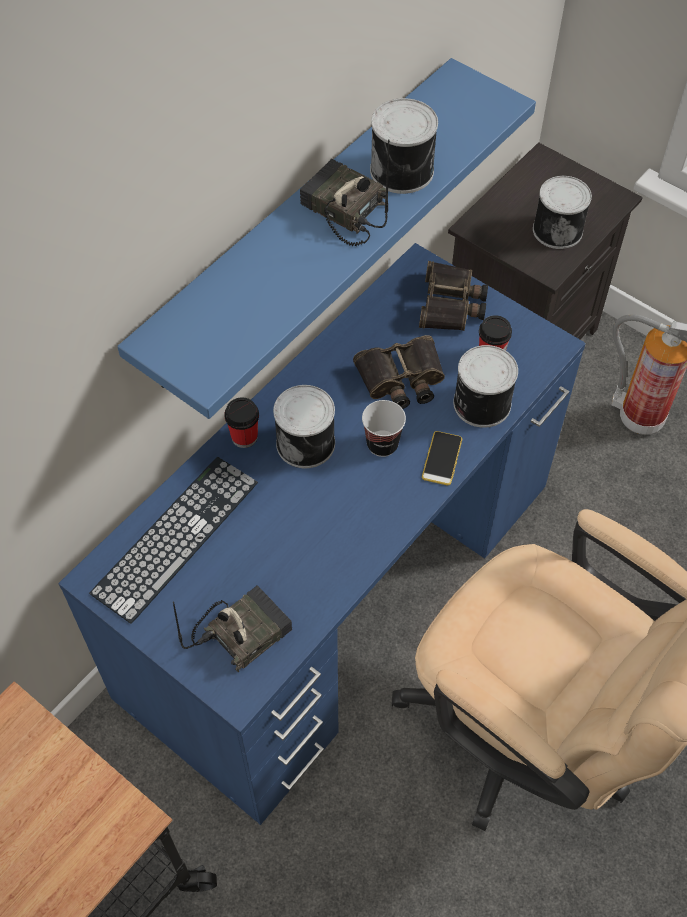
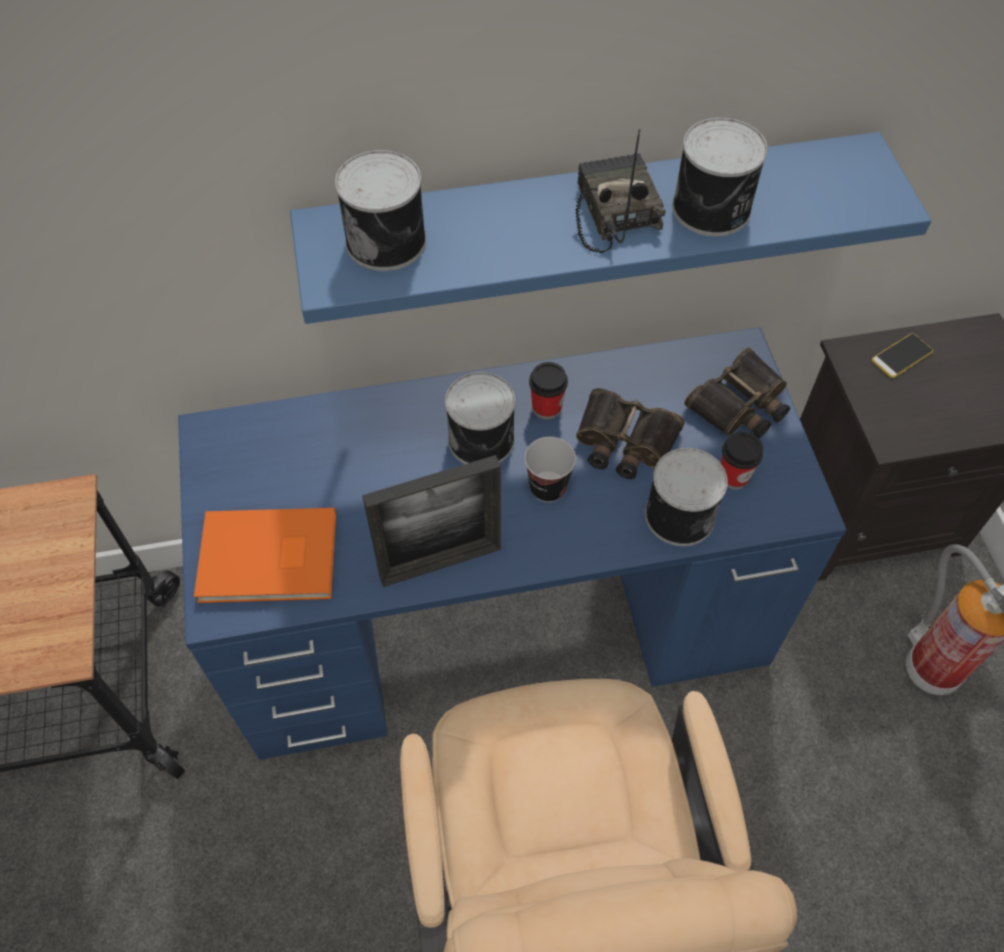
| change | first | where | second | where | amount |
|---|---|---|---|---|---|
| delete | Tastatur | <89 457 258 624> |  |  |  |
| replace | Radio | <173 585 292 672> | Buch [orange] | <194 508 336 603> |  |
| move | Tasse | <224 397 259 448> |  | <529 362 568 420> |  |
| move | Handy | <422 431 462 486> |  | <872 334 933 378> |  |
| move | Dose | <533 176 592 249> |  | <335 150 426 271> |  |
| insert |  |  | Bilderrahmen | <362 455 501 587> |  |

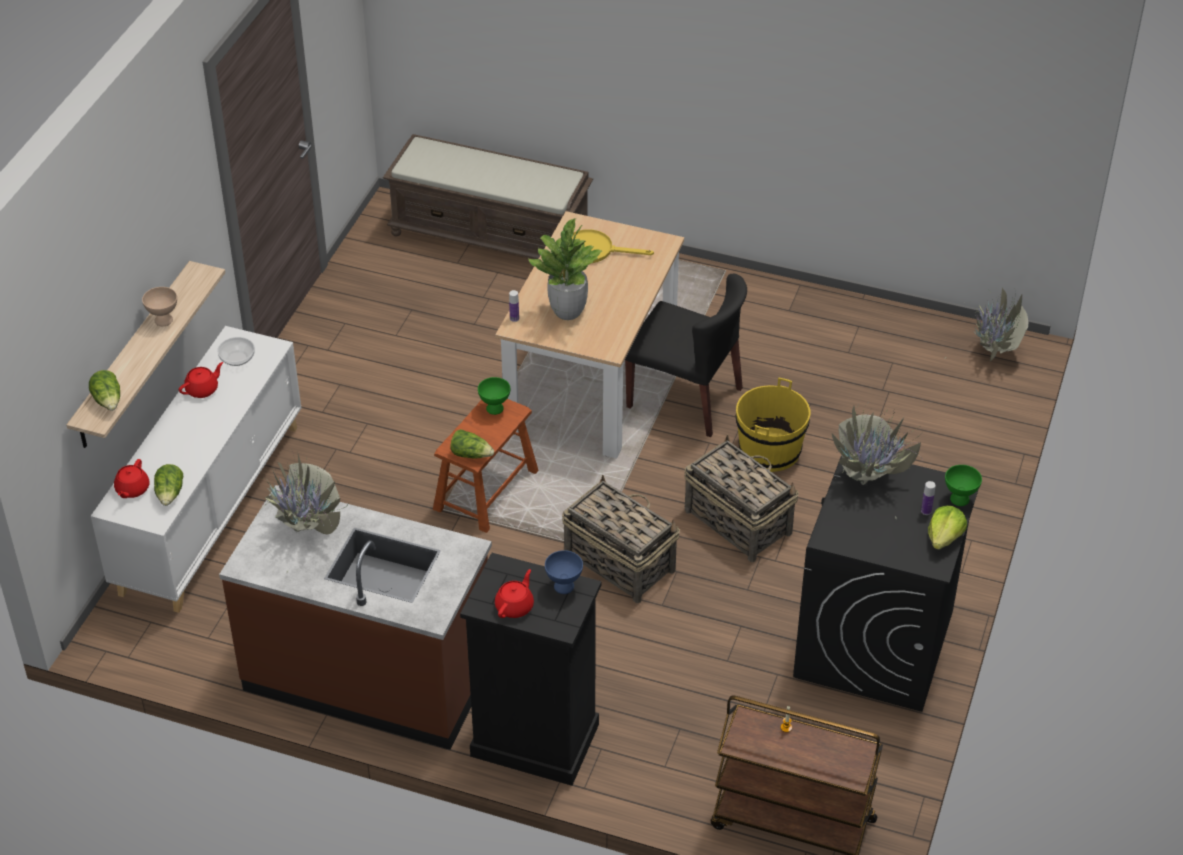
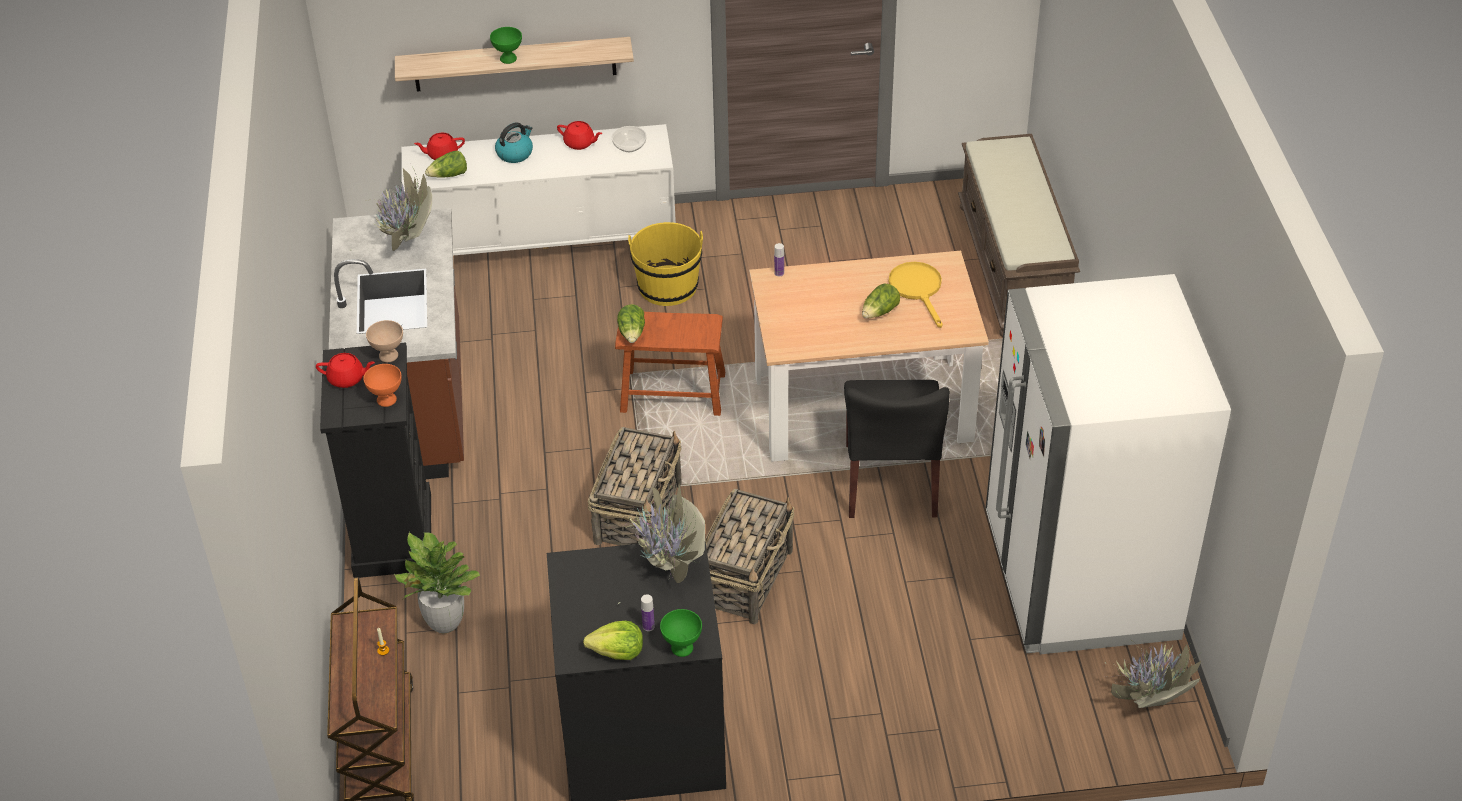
| change | first | where | second | where | amount |
|---|---|---|---|---|---|
| move | Salatkopf | <89 370 120 411> |  | <862 284 900 319> |  |
| move | Schüssel [beige] | <142 287 177 326> |  | <366 320 403 362> |  |
| move | Schüssel [grün] | <478 377 510 415> |  | <490 27 522 64> |  |
| move | Topfpflanze | <528 217 603 320> |  | <394 532 480 633> |  |
| recolor | Schüssel [blau] | <545 550 583 594> | Schüssel [orange] | <363 364 401 407> |  |
| move | Eimer [gelb] | <736 378 810 472> |  | <628 222 703 306> |  |
| insert |  |  | Wasserkessel | <495 122 533 163> |  |
| insert |  |  | Kühlschrank [weiß] | <986 274 1231 654> |  |

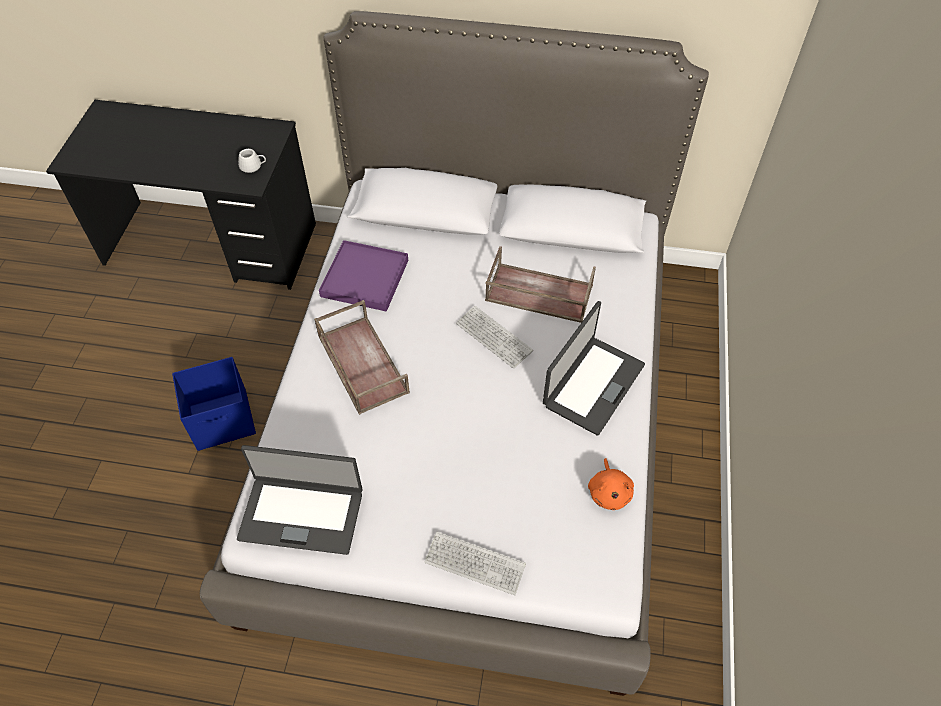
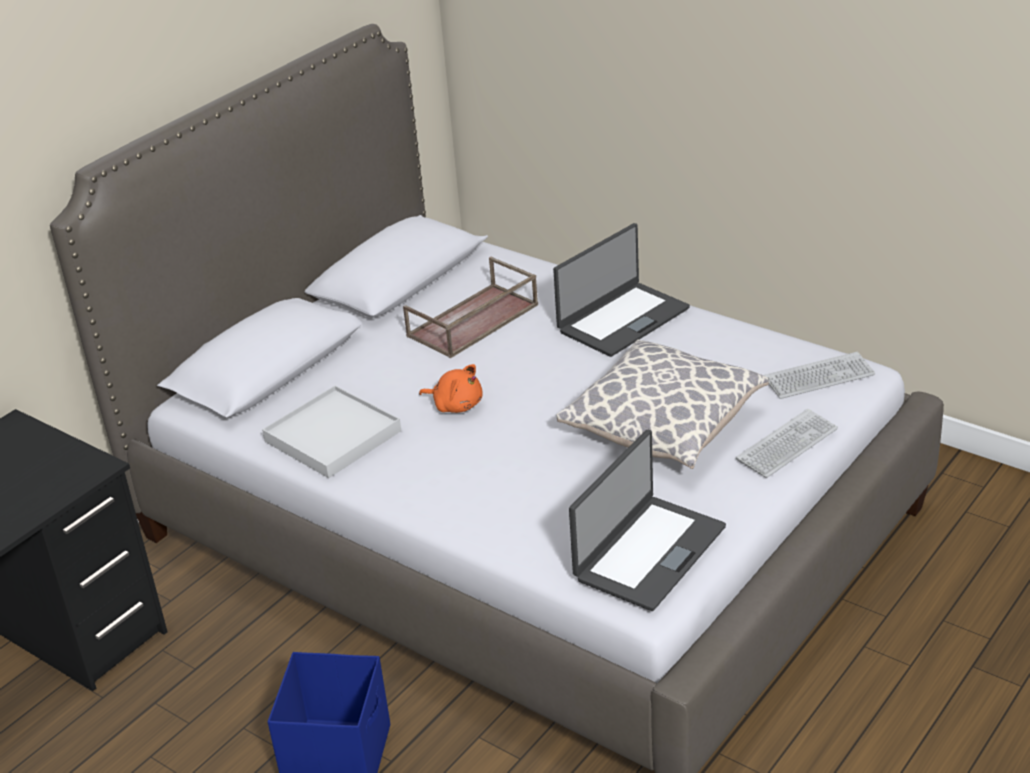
| change | first | where | second | where | amount |
|---|---|---|---|---|---|
| delete | Henkelbecher [weiß] | <238 149 266 173> |  |  |  |
| delete | Tablett [braun] | <314 300 410 415> |  |  |  |
| recolor | Tablett [lila] | <319 240 408 312> | Tablett [weiß] | <262 386 401 478> |  |
| move | Tastatur | <456 306 533 369> |  | <763 352 875 399> |  |
| rotate | Laptop | <543 301 645 436> |  | <553 223 690 357> | 75 degrees clockwise |
| move | Plüschtier [orange] | <588 458 634 510> |  | <419 364 483 413> |  |
| insert |  |  | Kissen | <557 340 769 469> |  |

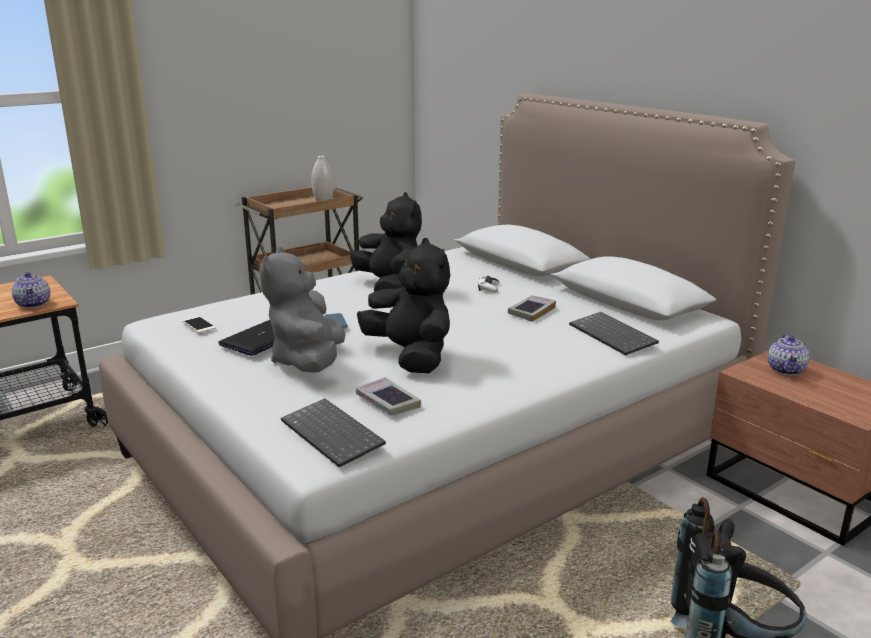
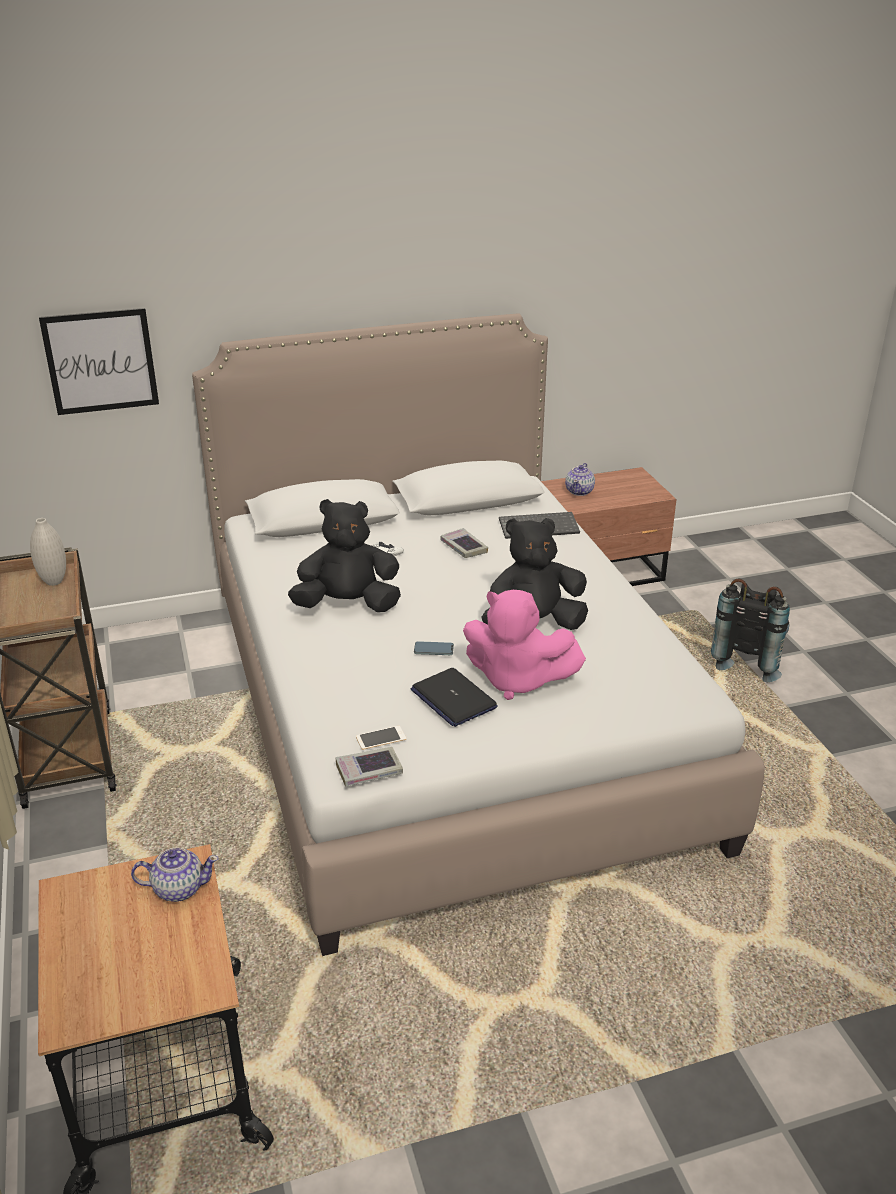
| change | first | where | second | where | amount |
|---|---|---|---|---|---|
| recolor | Plüschtier [grau] | <259 247 345 373> | Plüschtier [rosa] | <463 590 586 700> |  |
| delete | Tastatur | <281 398 386 468> |  |  |  |
| move | Buch | <356 377 421 416> |  | <335 747 403 787> |  |
| rotate | Teekanne | <767 334 809 375> |  | <565 463 595 496> | 75 degrees clockwise |
| insert |  |  | Bild | <39 308 159 415> |  |

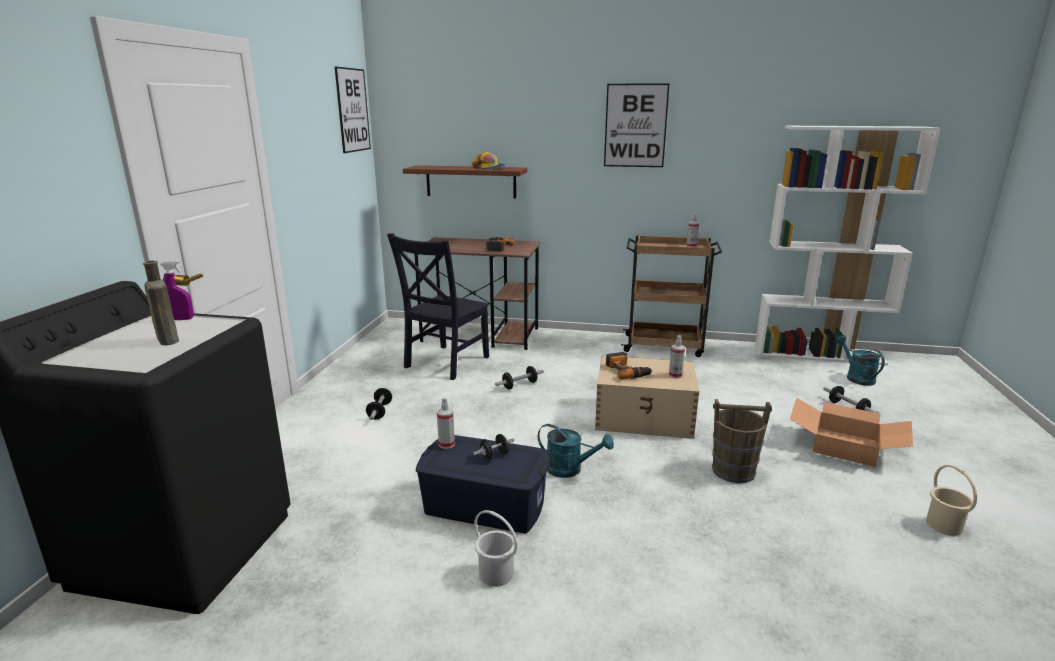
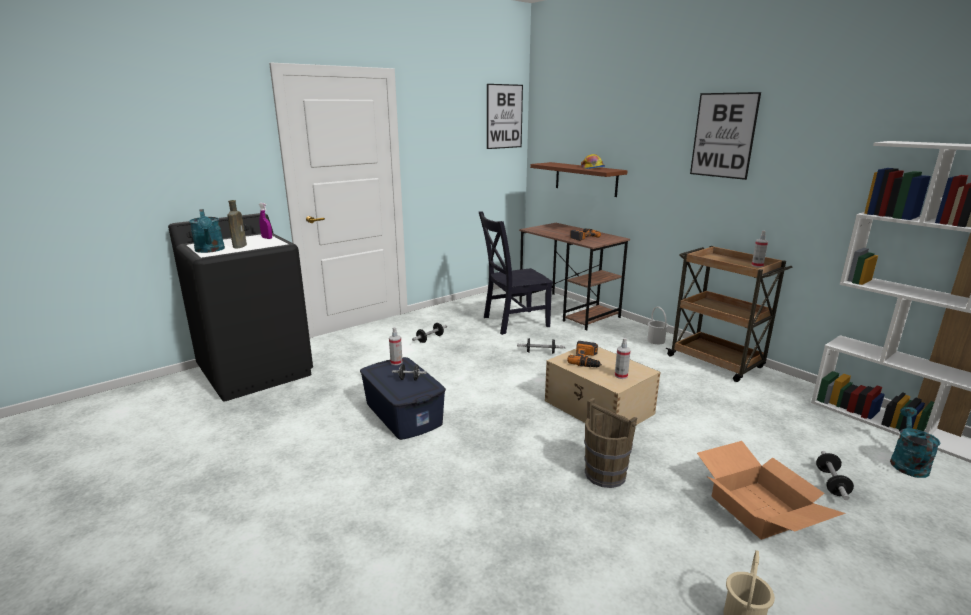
| change | first | where | second | where | amount |
|---|---|---|---|---|---|
| move | Eimer [weiß] | <474 510 518 587> |  | <647 307 669 344> |  |
| move | Gießkanne [türkis] | <538 424 614 478> |  | <189 209 225 253> |  |

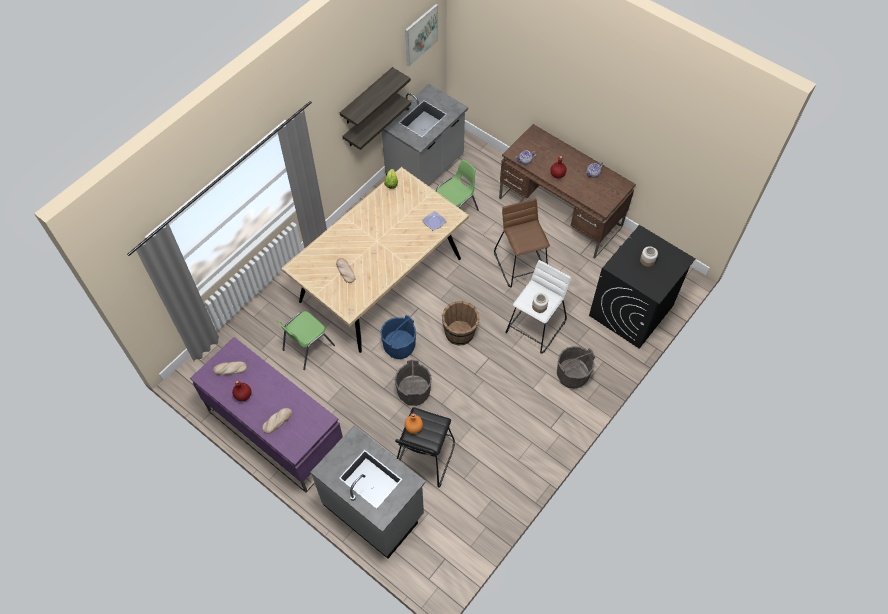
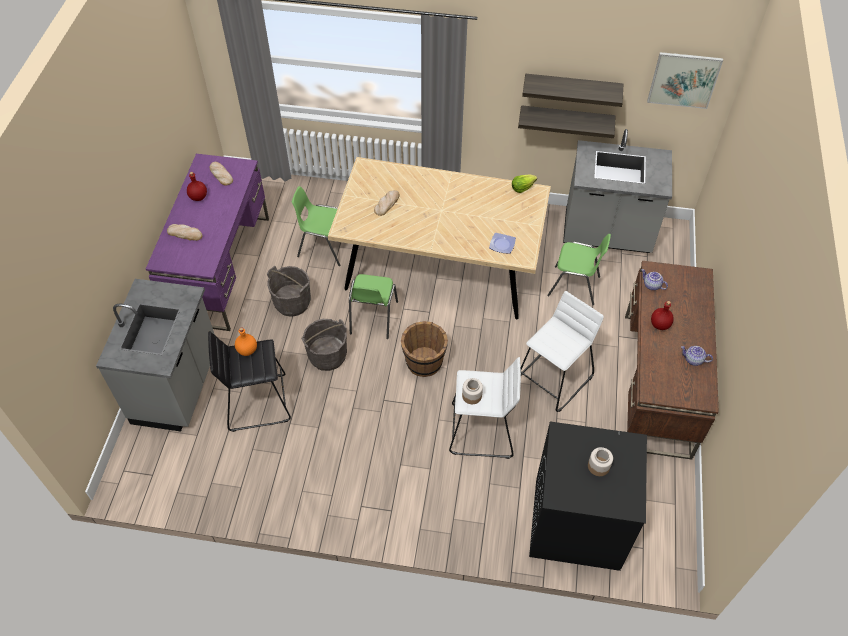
| change | first | where | second | where | amount |
|---|---|---|---|---|---|
| replace | Eimer [blau] | <380 315 416 359> | Stuhl [grün] | <349 274 398 339> |  |
| recolor | Hocker [braun] | <494 198 550 287> | Hocker [weiß] | <521 291 604 412> |  |
| move | Eimer [grau] | <557 346 595 389> |  | <267 266 311 317> |  |

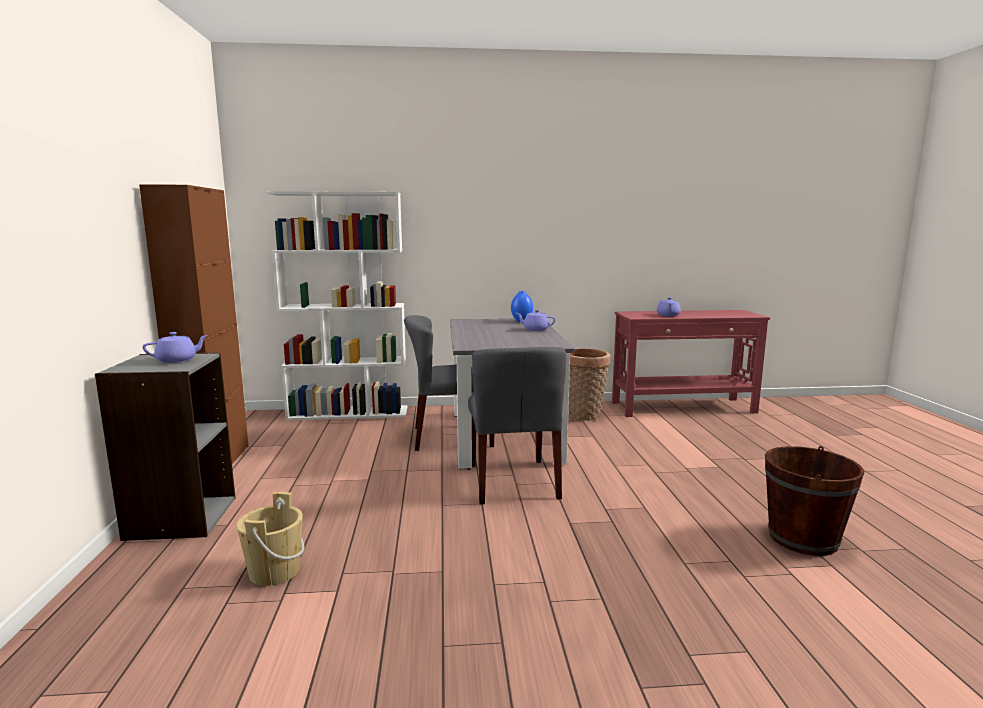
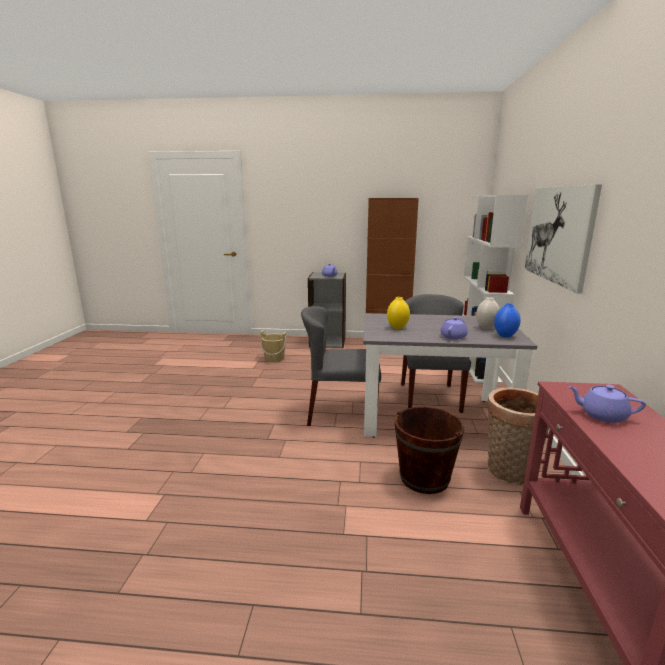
| change | first | where | second | where | amount |
|---|---|---|---|---|---|
| move | Eimer [braun] | <765 446 865 556> |  | <394 407 465 494> |  |
| insert |  |  | Vase [gelb] | <387 297 410 329> |  |
| insert |  |  | Vase [weiß] | <476 297 500 329> |  |
| insert |  |  | Bild | <524 184 602 294> |  |

